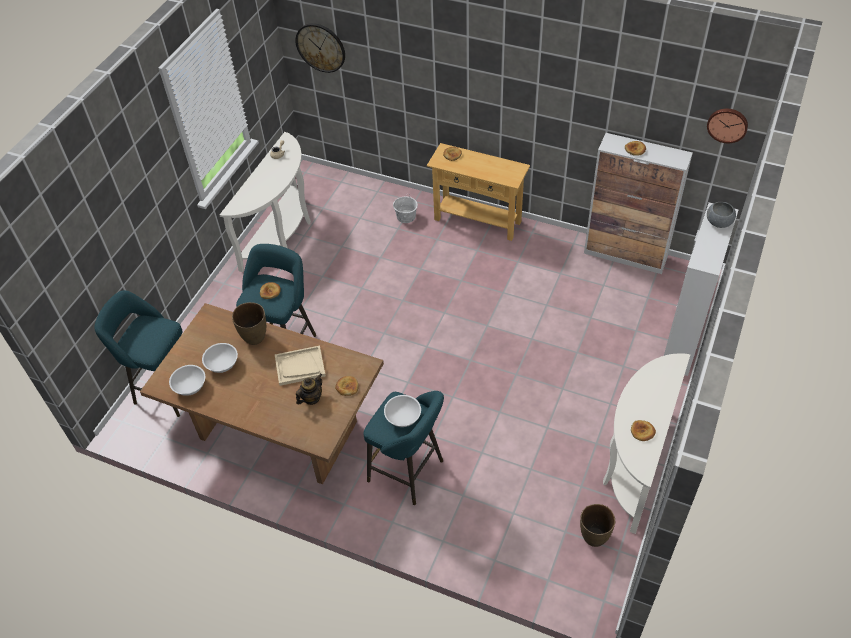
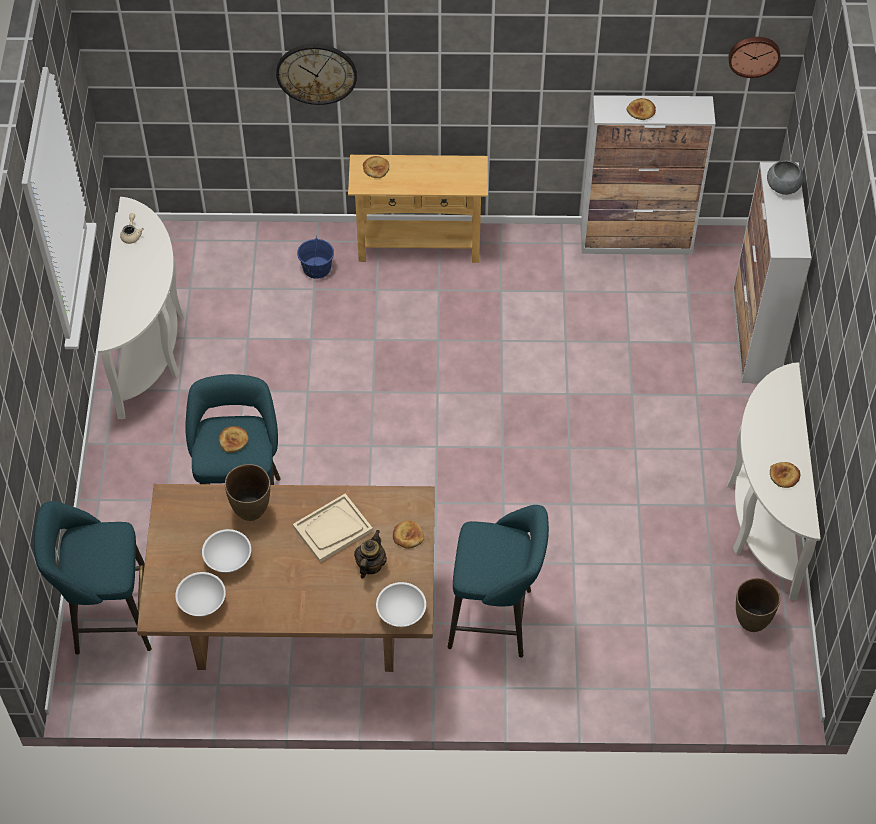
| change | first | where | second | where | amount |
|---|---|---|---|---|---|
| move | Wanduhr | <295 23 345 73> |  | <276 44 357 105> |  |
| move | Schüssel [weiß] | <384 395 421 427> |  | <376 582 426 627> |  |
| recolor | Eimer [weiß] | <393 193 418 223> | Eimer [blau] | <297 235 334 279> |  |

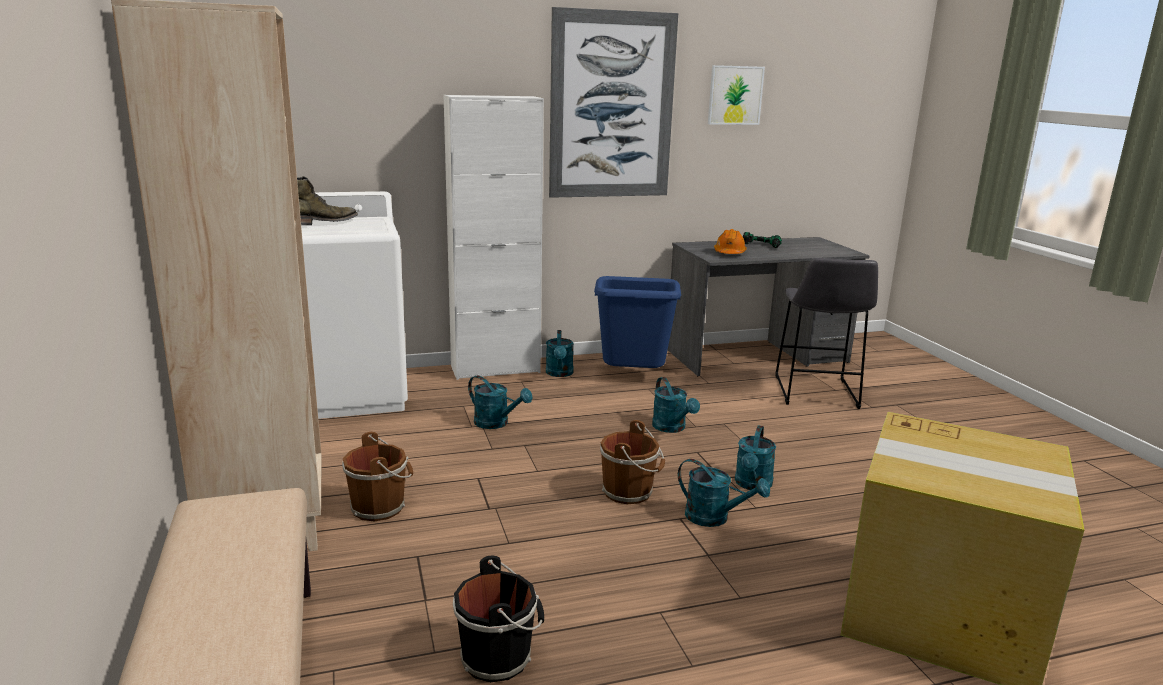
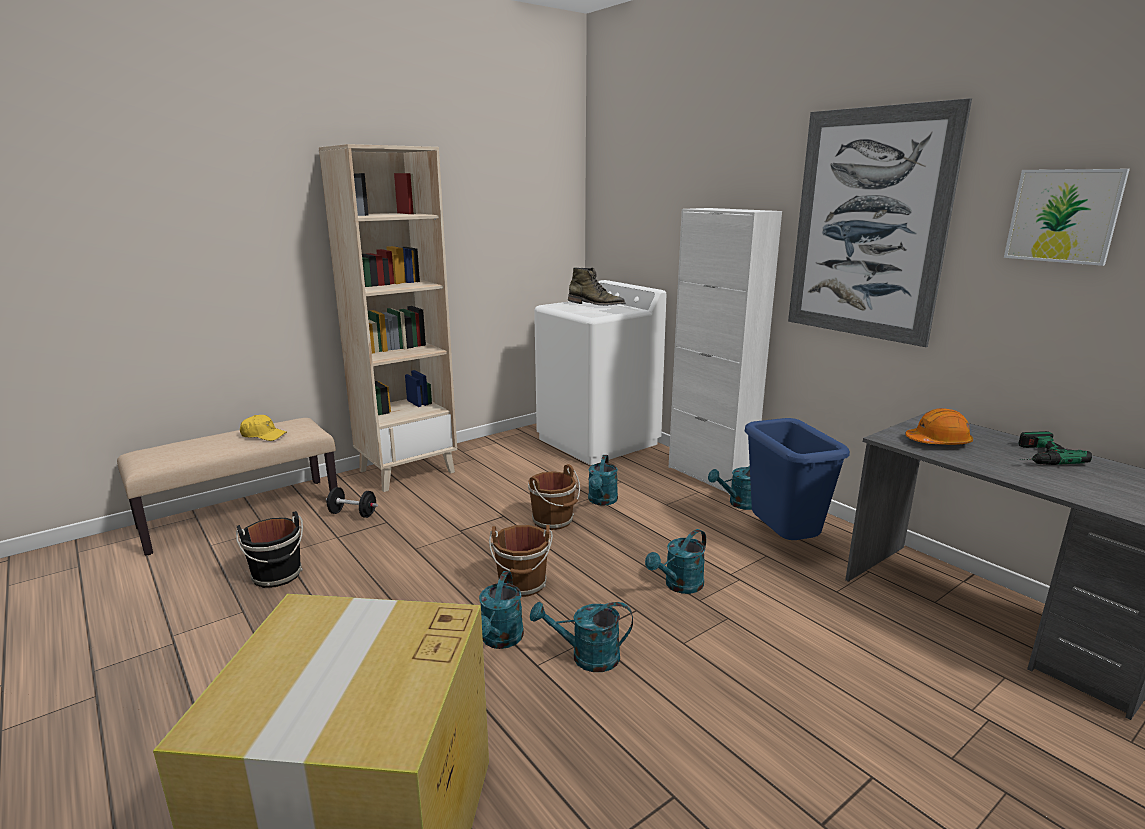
| change | first | where | second | where | amount |
|---|---|---|---|---|---|
| move | Eimer [braun] | <342 432 413 521> |  | <528 464 580 530> |  |
| delete | Hocker [grau] | <775 258 878 409> |  |  |  |
| insert |  |  | Kappe [gelb] | <240 415 287 441> |  |
| insert |  |  | Hantel [schwarz] | <326 487 378 518> |  |

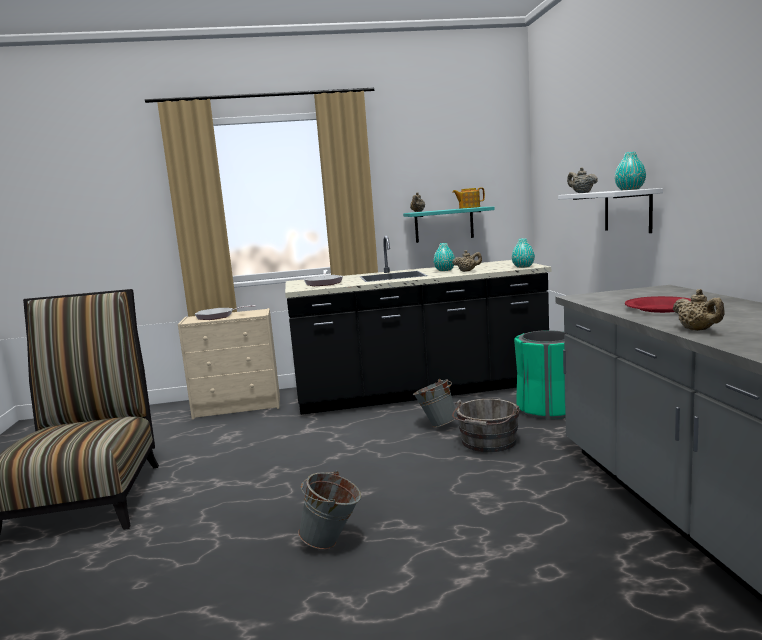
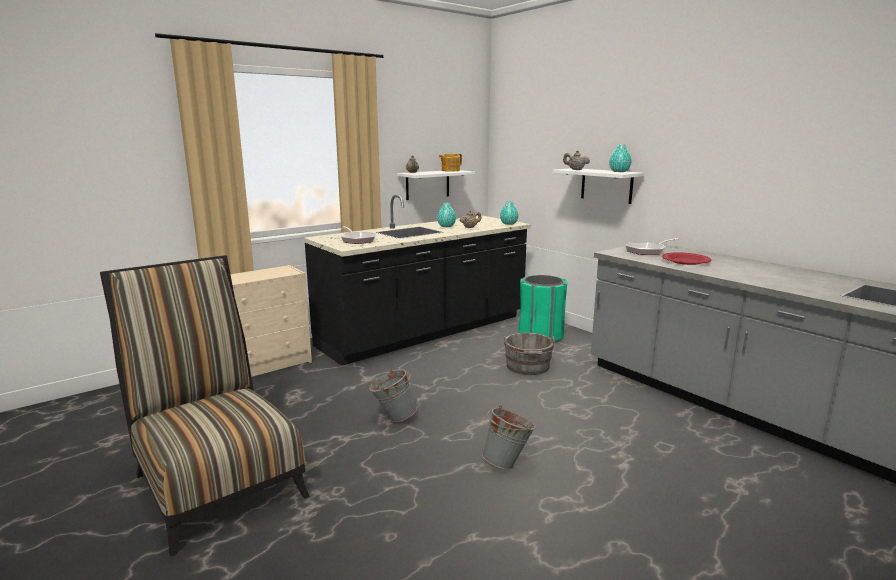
| change | first | where | second | where | amount |
|---|---|---|---|---|---|
| move | Pfanne | <195 305 256 320> |  | <625 238 679 255> |  |
| recolor | Wandregal [türkis] | <403 207 495 243> | Wandregal [weiß] | <397 170 475 200> |  |
| move | Eimer [grau] | <413 379 458 428> |  | <369 369 417 422> |  |
| delete | Teekanne [beige] | <673 289 724 331> |  |  |  |

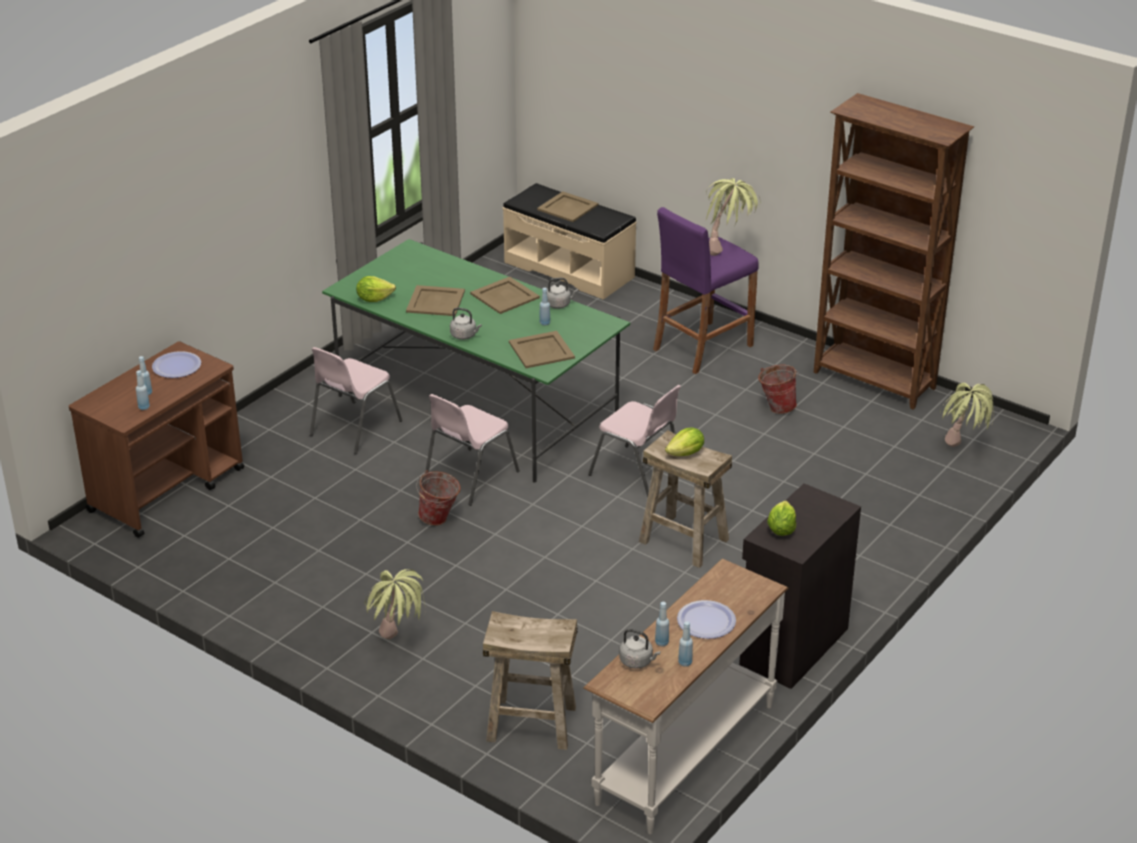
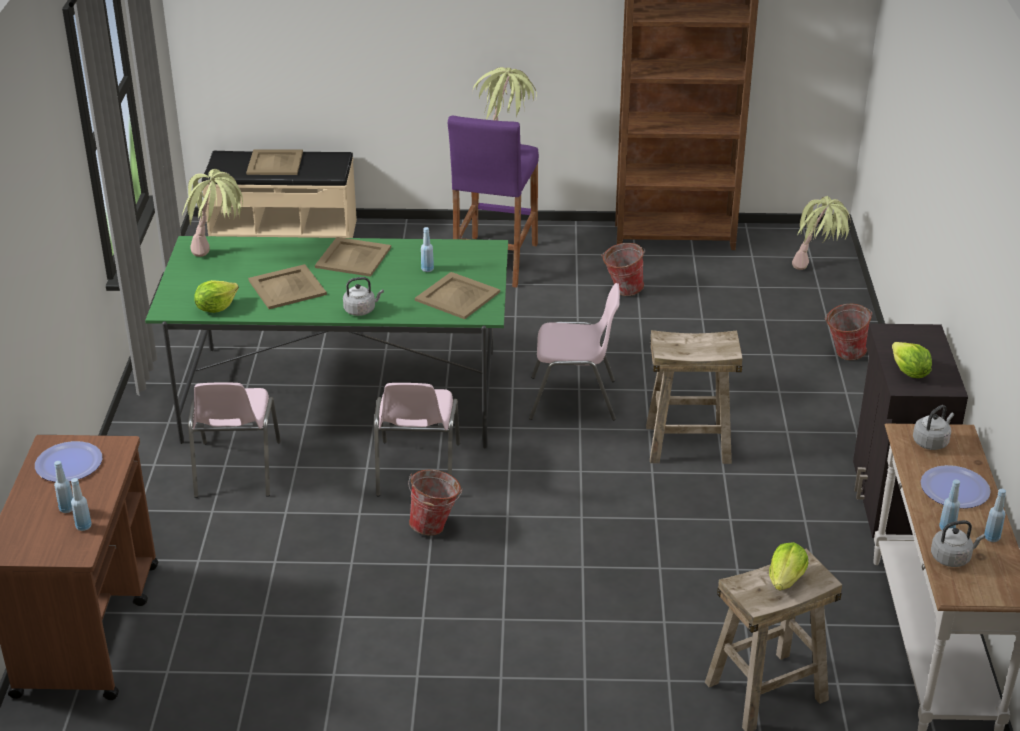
| change | first | where | second | where | amount |
|---|---|---|---|---|---|
| move | Topfpflanze | <365 569 426 639> |  | <182 169 243 257> |  |
| move | Wasserkessel [grau] | <547 278 578 309> |  | <913 405 954 450> |  |
| move | Salatkopf | <665 427 704 456> |  | <769 542 808 590> |  |
| insert |  |  | Eimer | <825 304 873 360> |  |

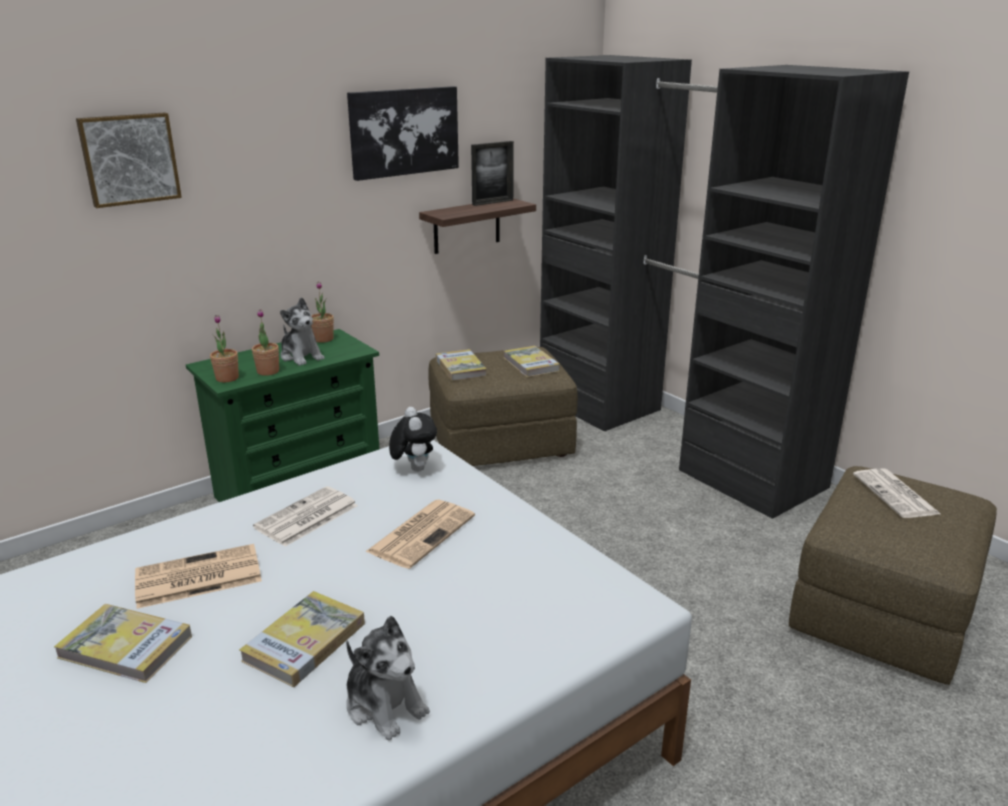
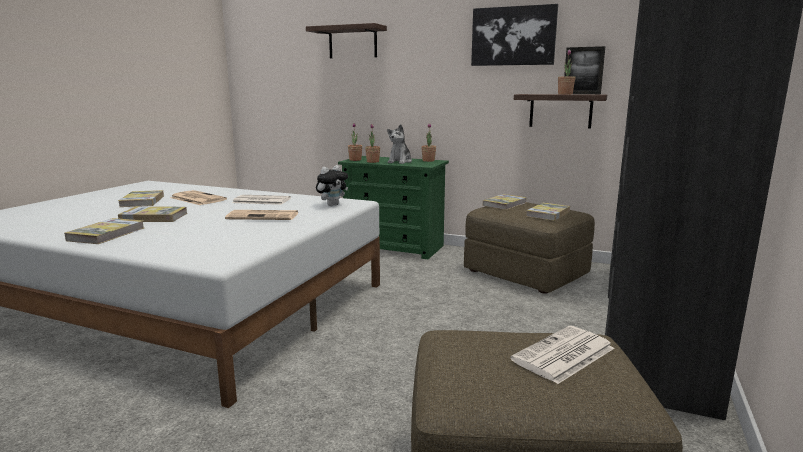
| change | first | where | second | where | amount |
|---|---|---|---|---|---|
| replace | Bild | <76 112 182 208> | Wandregal | <306 23 387 58> |  |
| replace | Plüschtier | <346 616 430 740> | Buch | <64 218 144 244> |  |
| insert |  |  | Topfpflanze | <558 49 575 94> |  |

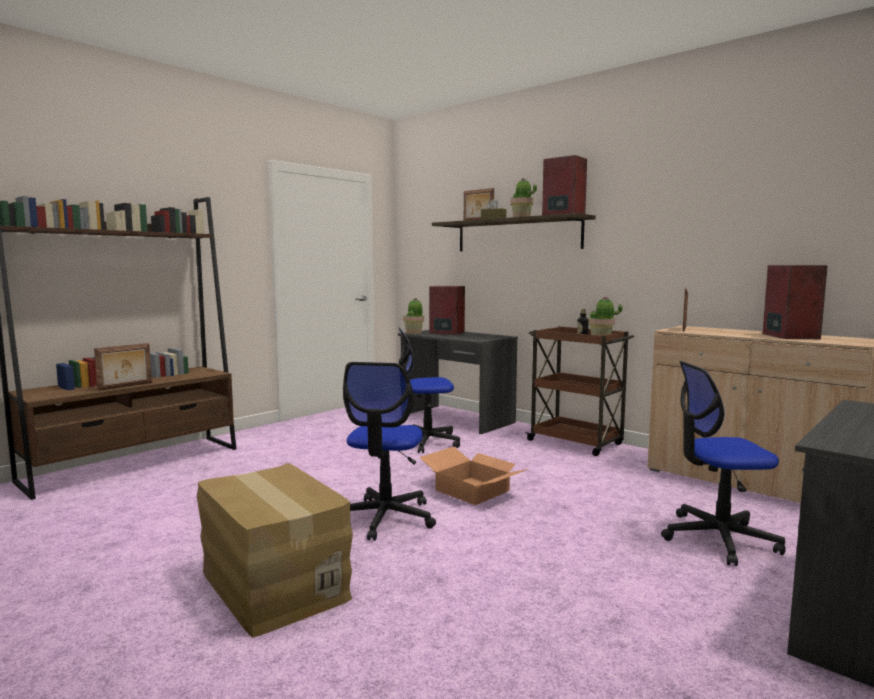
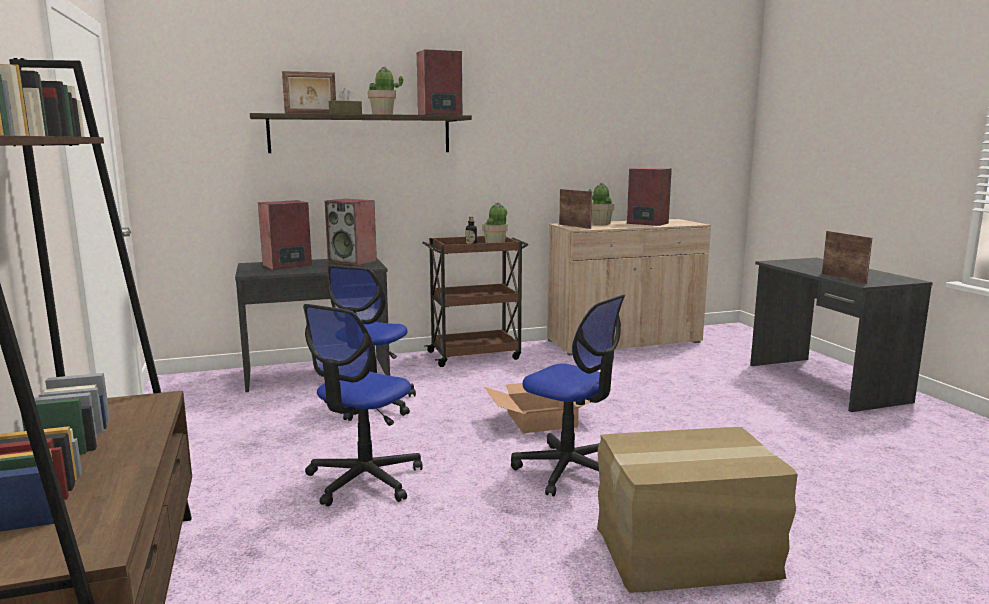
| change | first | where | second | where | amount |
|---|---|---|---|---|---|
| move | Bilderrahmen | <94 343 152 391> |  | <822 231 872 284> |  |
| move | Topfpflanze | <403 298 424 334> |  | <589 183 615 225> |  |
| move | Bürostuhl | <661 361 786 566> |  | <303 304 422 507> |  |
| insert |  |  | Lautsprecher | <325 199 377 266> |  |

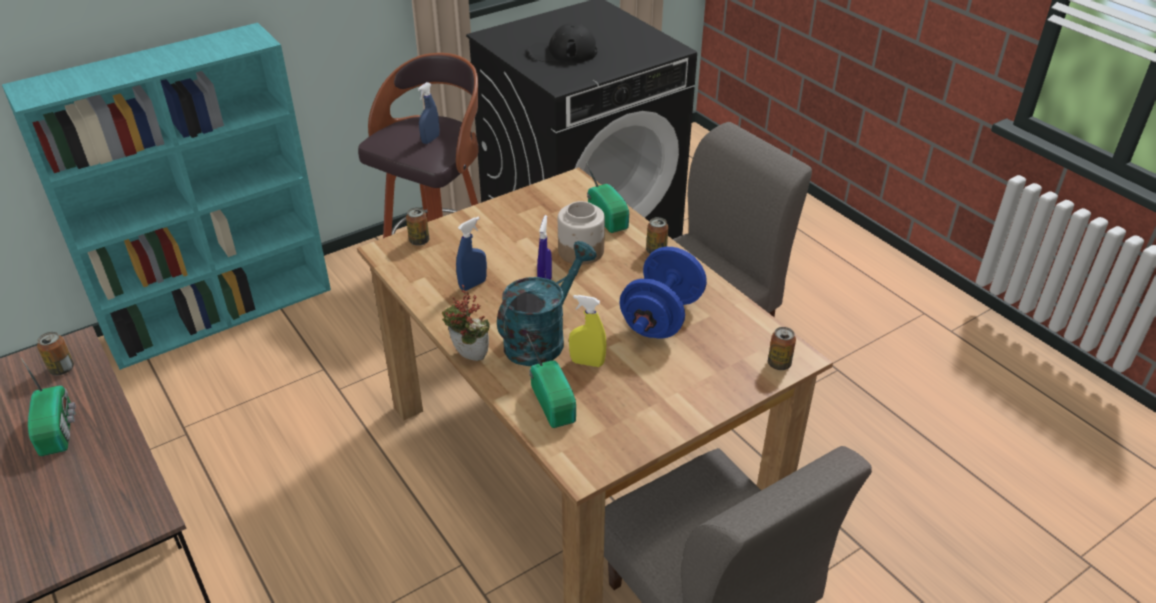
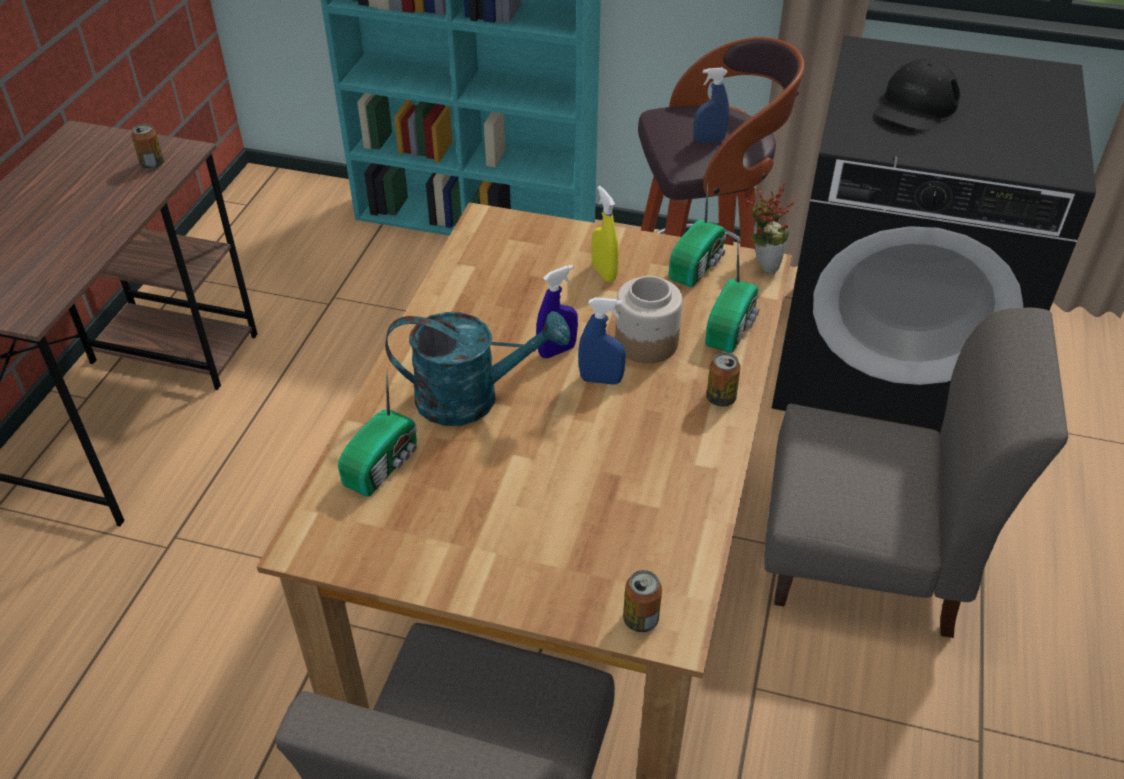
| change | first | where | second | where | amount |
|---|---|---|---|---|---|
| move | Radio | <21 358 76 456> |  | <669 183 726 287> |  |
| delete | Dose | <406 207 429 246> |  |  |  |
| move | Topfpflanze | <442 285 490 361> |  | <746 182 795 274> |  |
| move | Sprühflasche [blau] | <456 217 487 291> |  | <578 297 626 385> |  |
| rotate | Kappe [schwarz] | <528 23 598 63> |  | <874 59 960 131> | 105 degrees counterclockwise |
| move | Sprühflasche [gelb] | <569 295 606 367> |  | <592 186 619 282> |  |
| delete | Hantel [blau] | <620 247 707 338> |  |  |  |

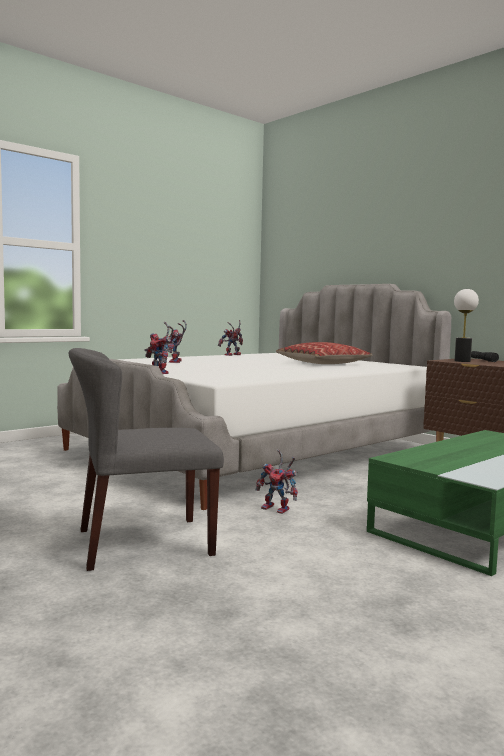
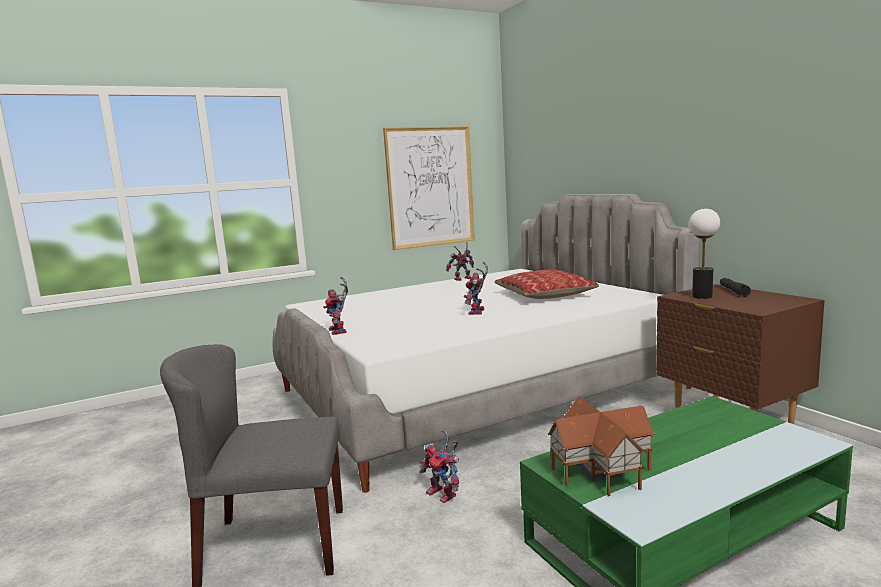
| change | first | where | second | where | amount |
|---|---|---|---|---|---|
| move | Spielzeugroboter | <167 320 187 363> |  | <464 262 488 315> |  |
| insert |  |  | Bild | <383 126 475 250> |  |
| insert |  |  | Spielzeughaus | <548 396 655 496> |  |

